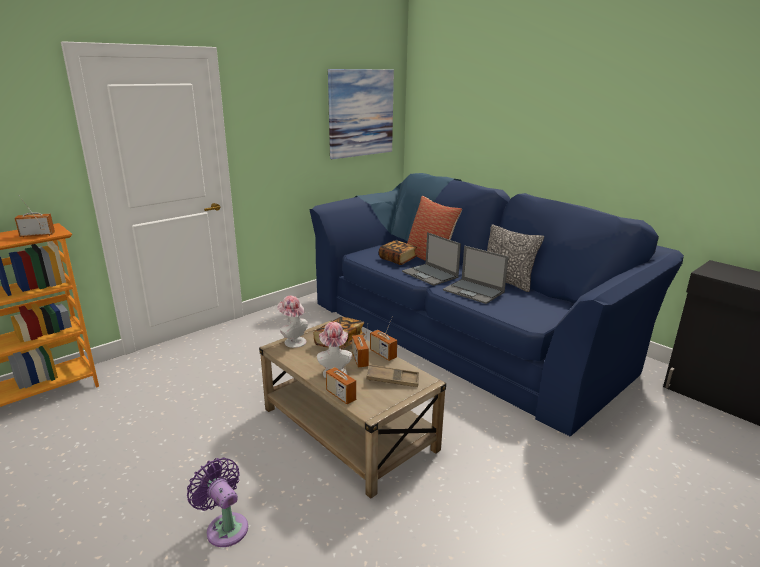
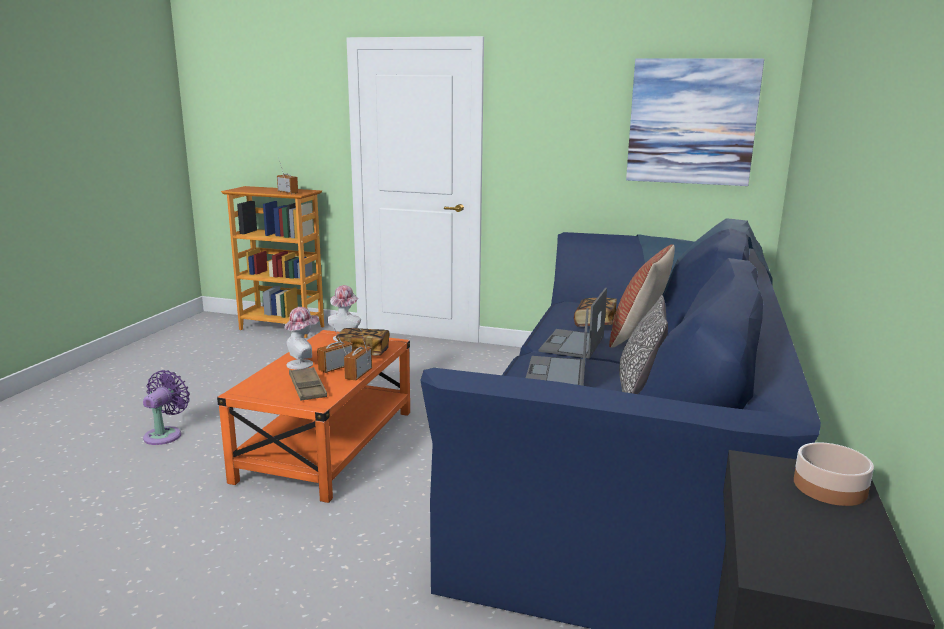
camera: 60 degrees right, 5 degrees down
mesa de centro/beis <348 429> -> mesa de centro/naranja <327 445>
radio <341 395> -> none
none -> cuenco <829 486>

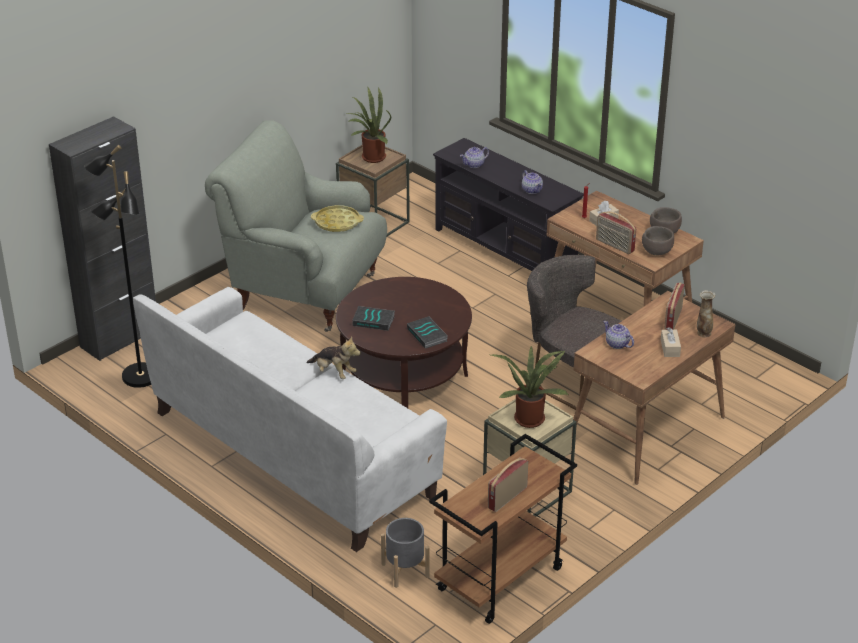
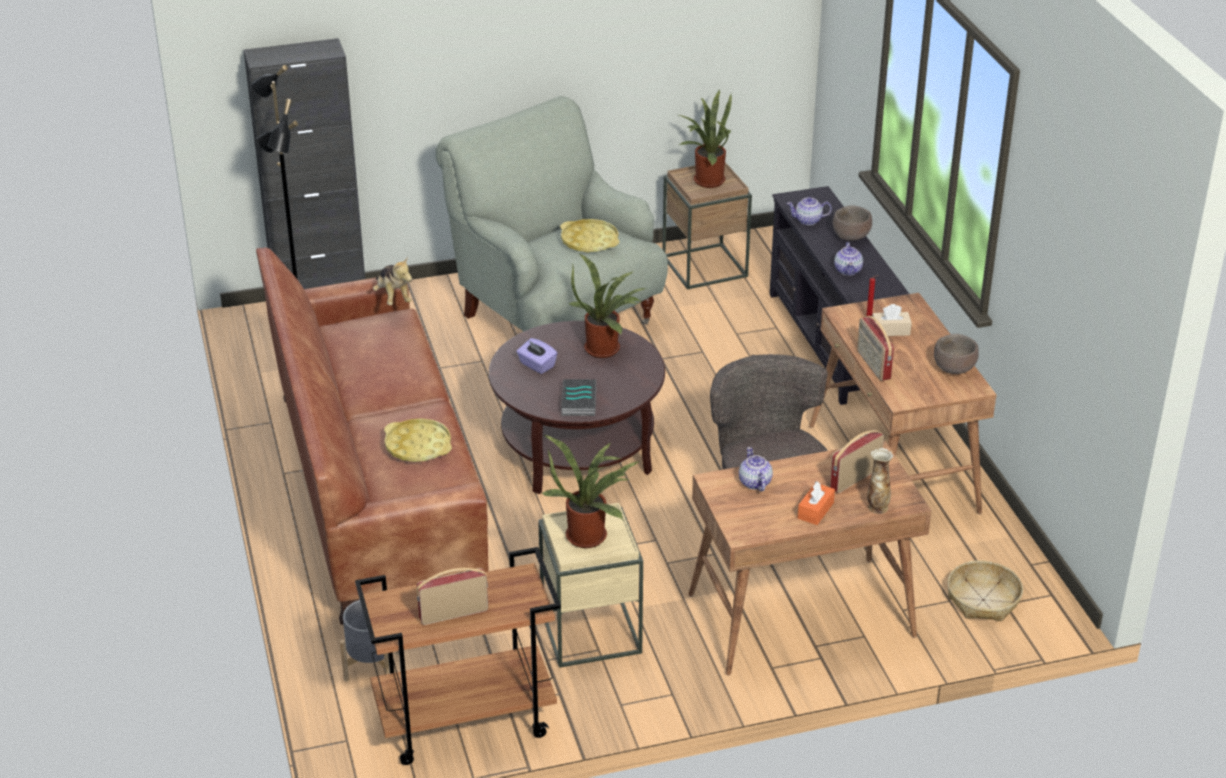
camera: 30 degrees right, 0 degrees up
sofá/blanco <292 453> -> sofá/marrón <376 491>
peluche <334 372> -> peluche <393 297>, move
libro <374 321> -> caja de pañuelos/morado <537 365>
cuenco/marrón <657 251> -> cuenco/marrón <851 237>, move
caja de pañuelos/beis <670 348> -> caja de pañuelos/naranja <815 510>
none -> bandeja/amarillo <418 446>
none -> planta en maceta <605 348>
none -> cesta <983 600>

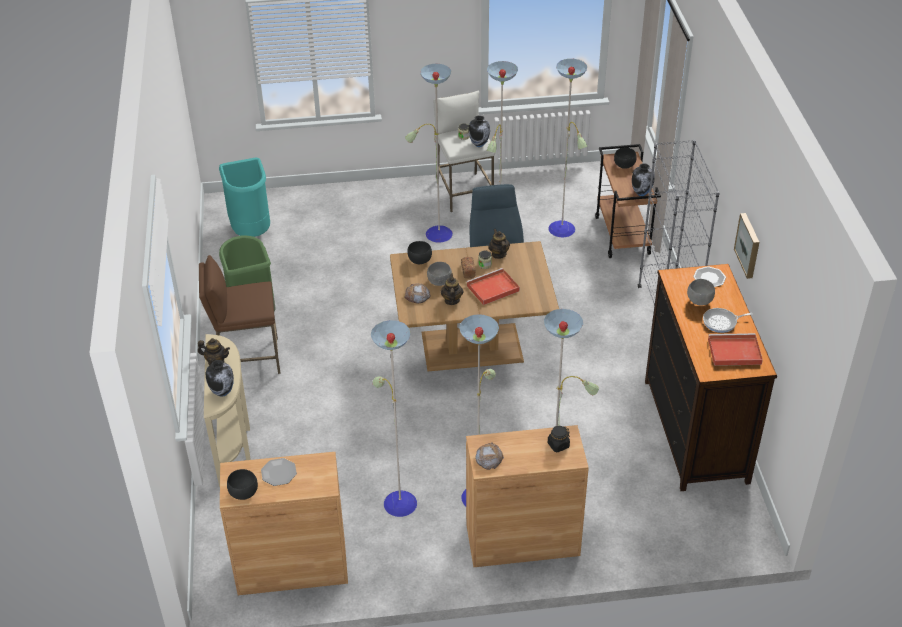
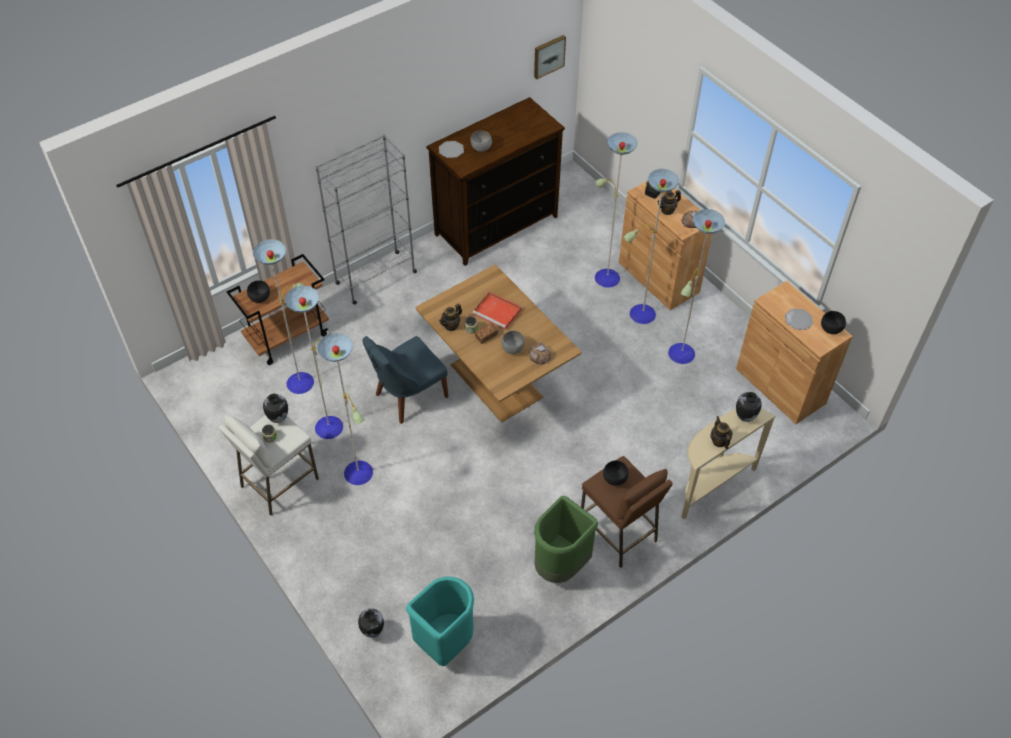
camera: 120 degrees left, 10 degrees up
cuenco/negro <419 260> -> cuenco/negro <615 479>, move
tetera <451 300> -> tetera <667 210>, move
florero <641 193> -> florero <372 631>, move
sartén <721 322> -> none
bandeja/rojo <733 352> -> none
cuadro <749 245> -> cuadro <548 56>, move

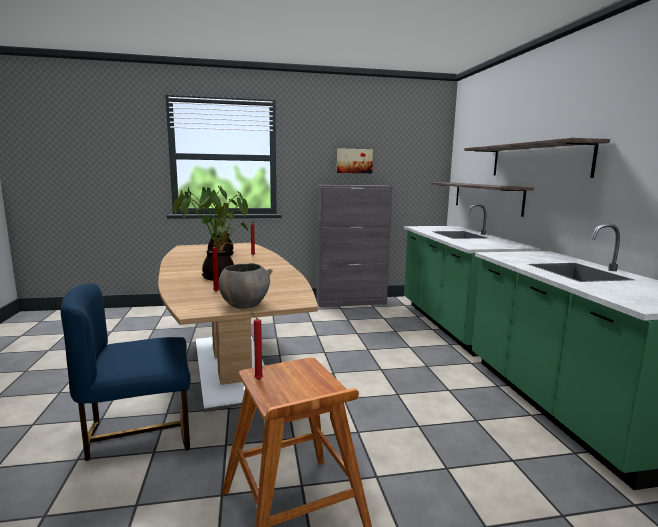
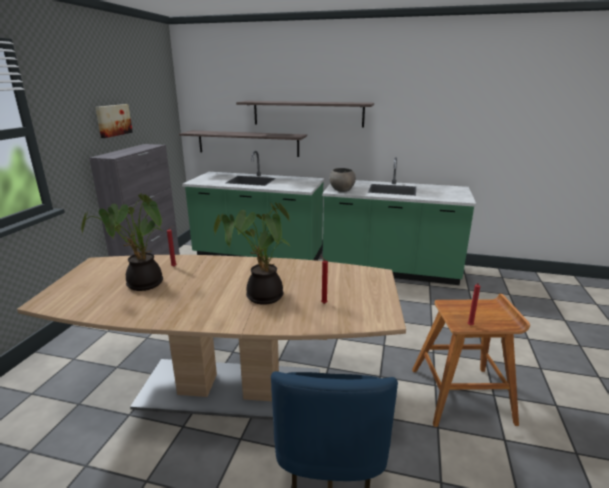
camera: 65 degrees left, 10 degrees up
cuenco/gris <245 304> -> cuenco/gris <341 190>, move

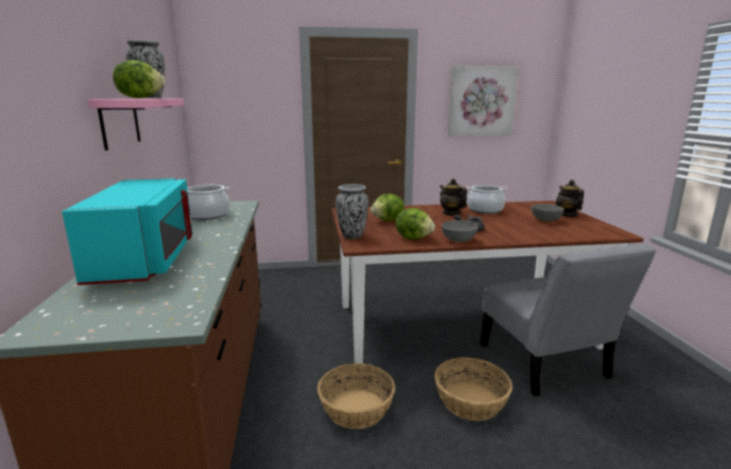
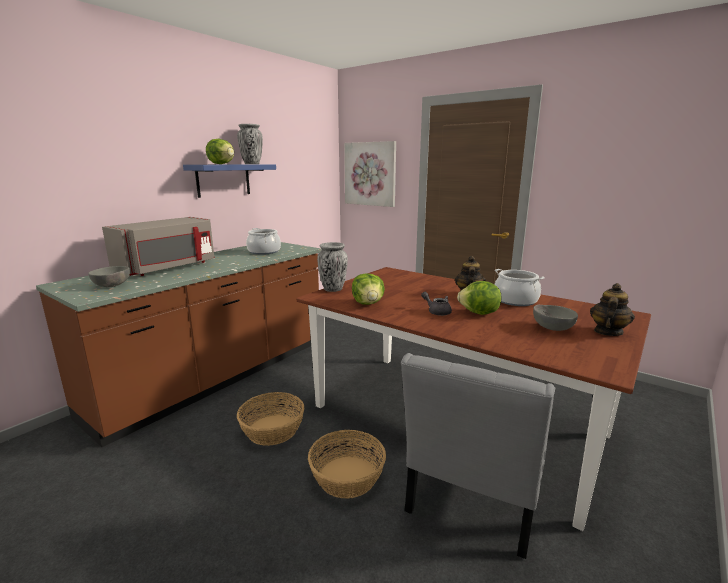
camera: 45 degrees right, 0 degrees up
microondas/turquesa <147 260> -> microondas/gris <168 267>
estante/rosa <120 122> -> estante/azul <223 180>
lechuga <388 221> -> lechuga <479 313>, move
cuenco/gris <459 241> -> cuenco/gris <112 286>, move
cuadro <481 101> -> cuadro <370 174>, move

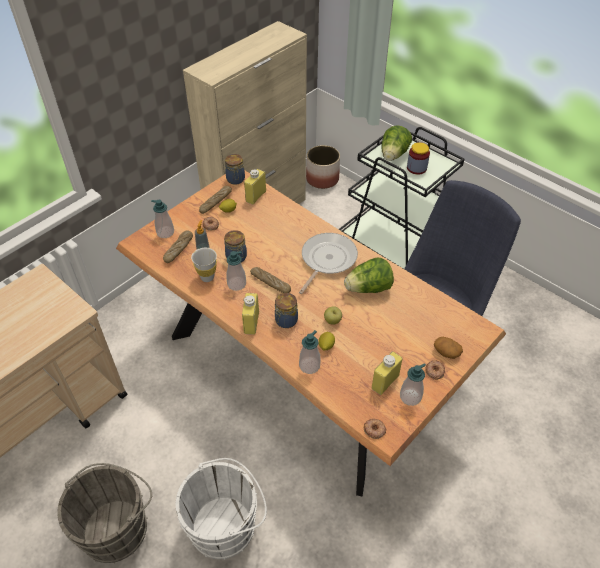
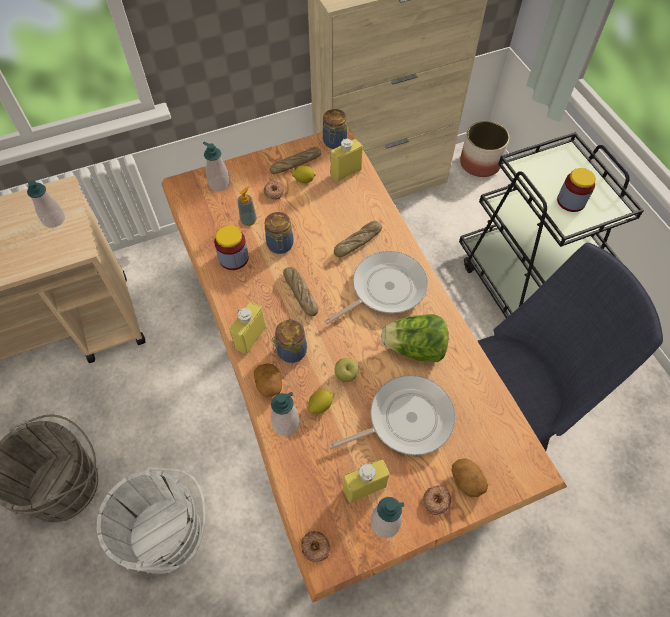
camera: 25 degrees right, 10 degrees up
pan <178 249> -> pan <358 242>, move
taza/blanco <207 277> -> tarro <234 258>
dispensador de jabón <236 284> -> dispensador de jabón <54 219>, move
lechuga <393 155> -> none
none -> patata <269 384>
none -> sartén <405 419>

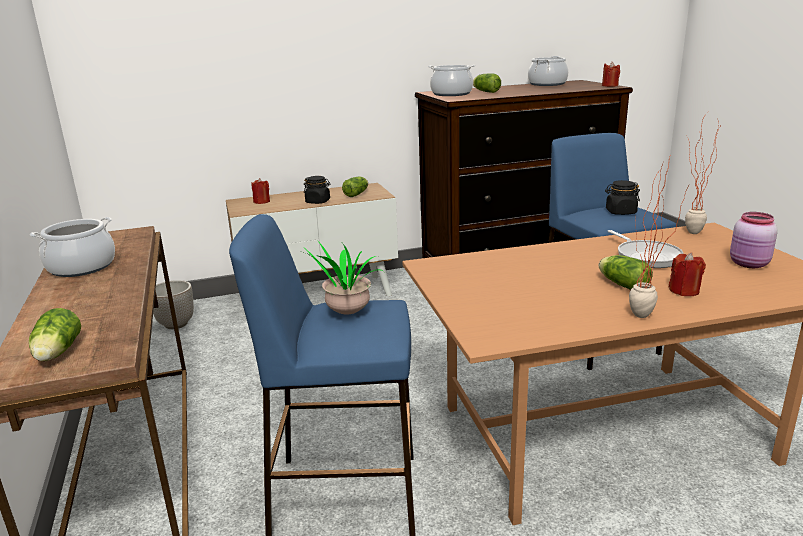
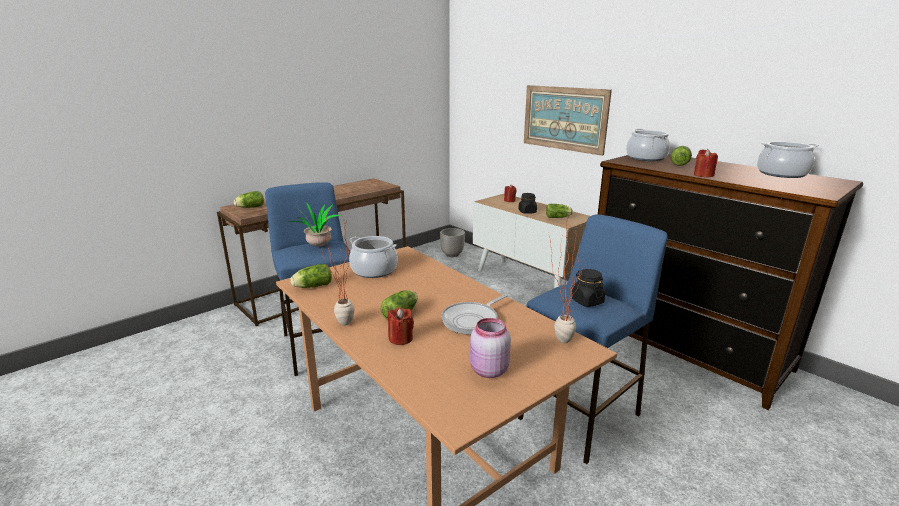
camera: 65 degrees right, 0 degrees up
olla <81 267> -> olla <374 270>, move
vela/rojo <610 85> -> vela/rojo <703 175>, move
none -> lechuga <312 286>
none -> cuadro <564 118>

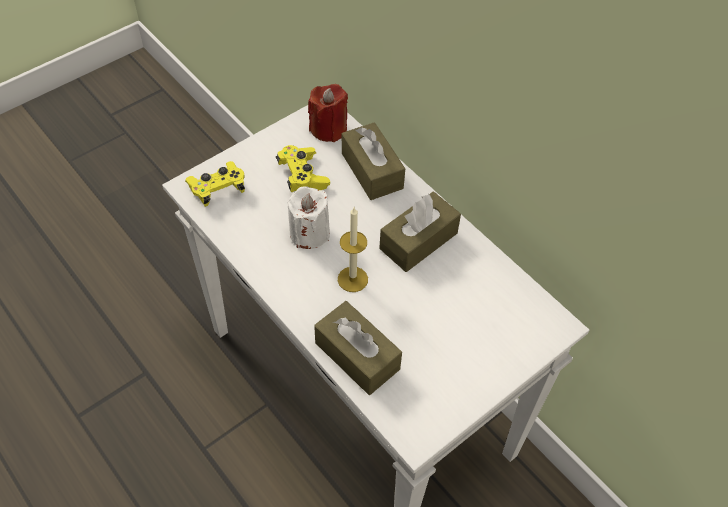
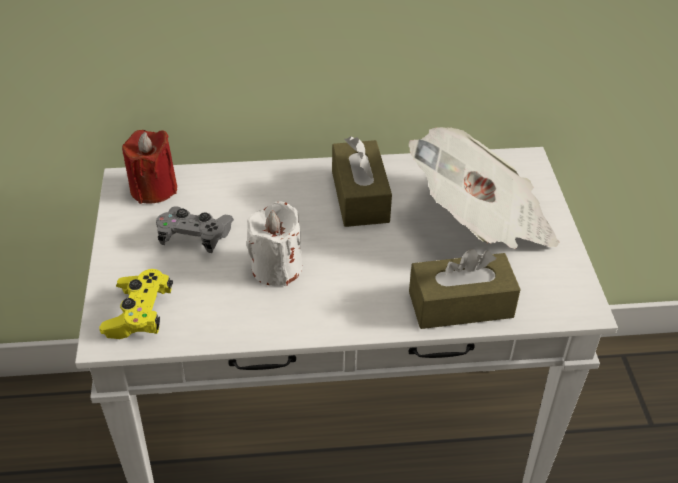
camera: 55 degrees left, 10 degrees down
mando de consola/amarillo <302 176> -> mando de consola/gris <195 237>
vela <352 279> -> none
caja de pañuelos/marrón <372 171> -> none
none -> periódico <481 221>

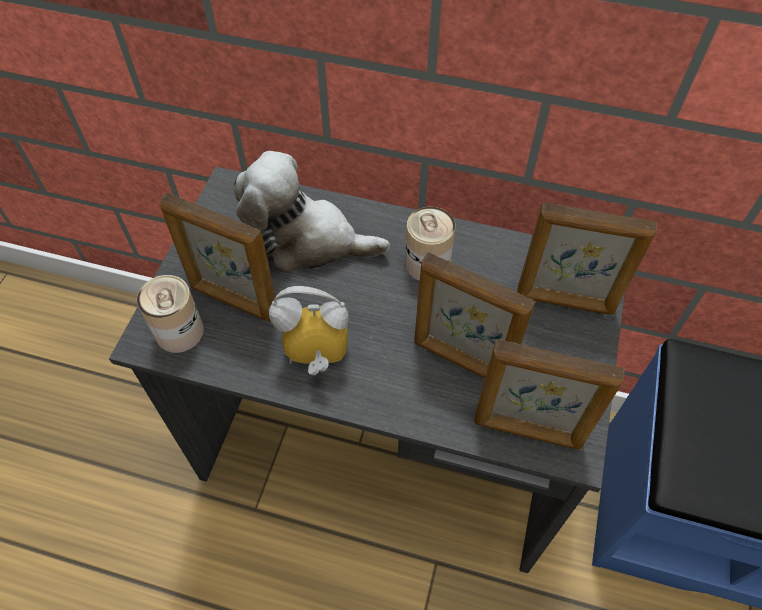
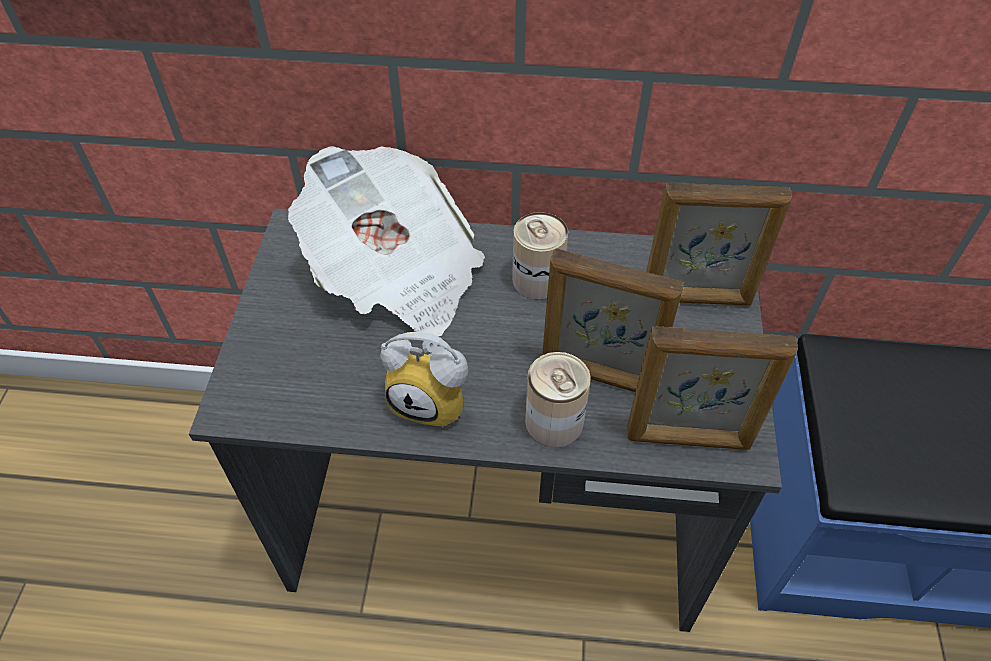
camera: 10 degrees left, 5 degrees down
lata <179 331> -> lata <554 421>, move
portarretratos <233 300> -> none
peluche <306 240> -> periódico <396 273>
despertador <314 360> -> despertador <433 400>, 150 degrees counterclockwise

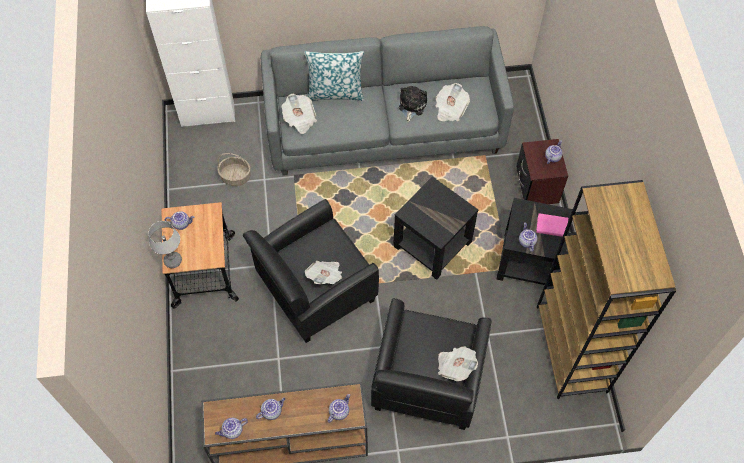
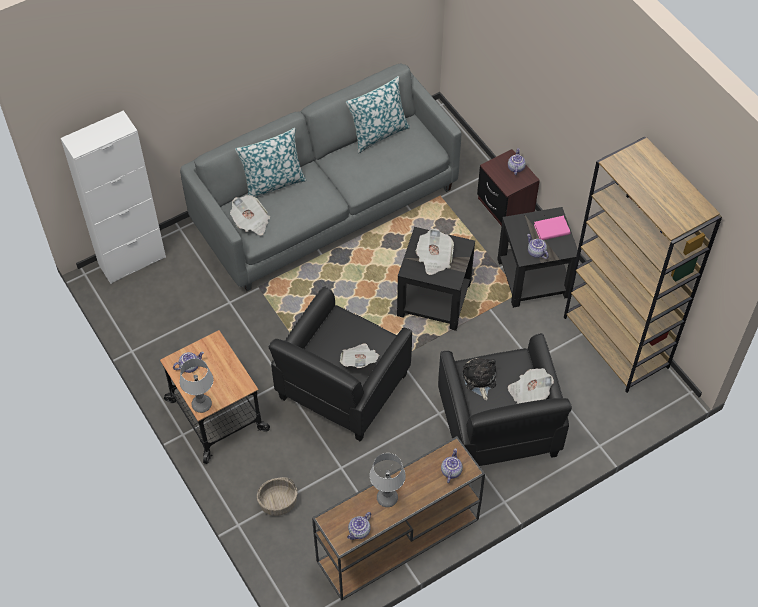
camera: 25 degrees left, 5 degrees down
cesta <235 177> -> cesta <278 503>, move
tetera <272 411> -> lámpara de mesa <387 498>
peluche <411 106> -> peluche <479 380>, move
periódico <450 109> -> periódico <434 258>, move
none -> cojín <378 133>

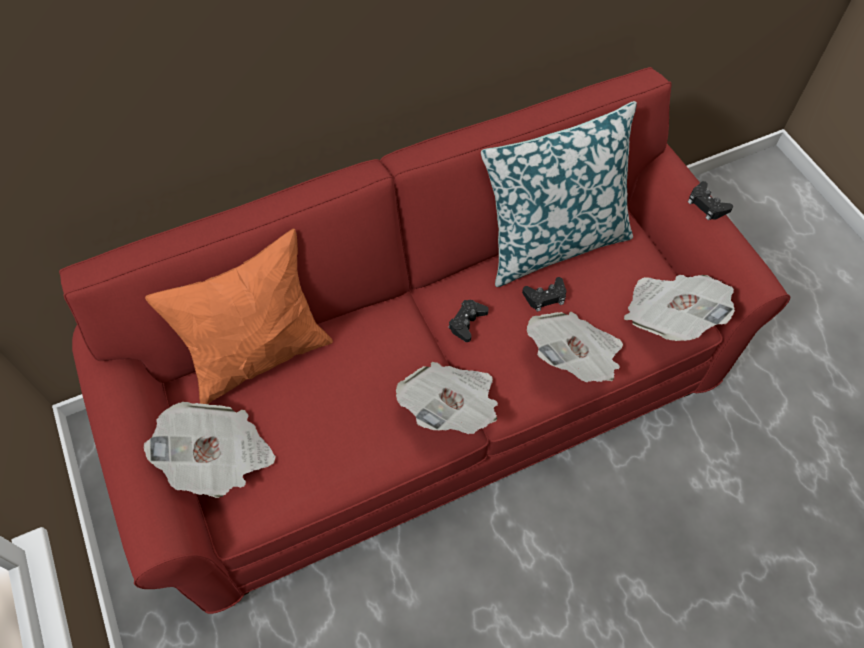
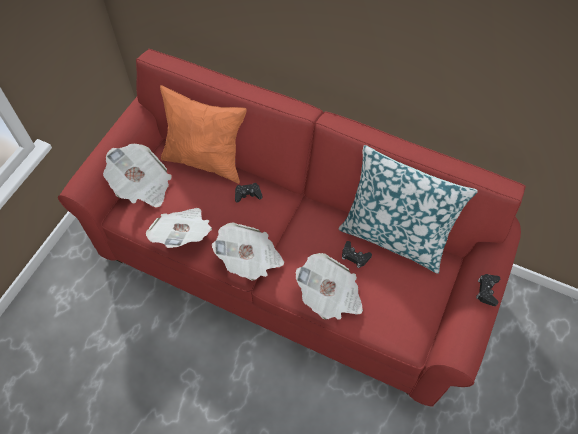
camera: 50 degrees right, 0 degrees up
mando de consola/negro <467 322> -> mando de consola/negro <248 194>, move
periódico <669 316> -> periódico <183 235>, move

